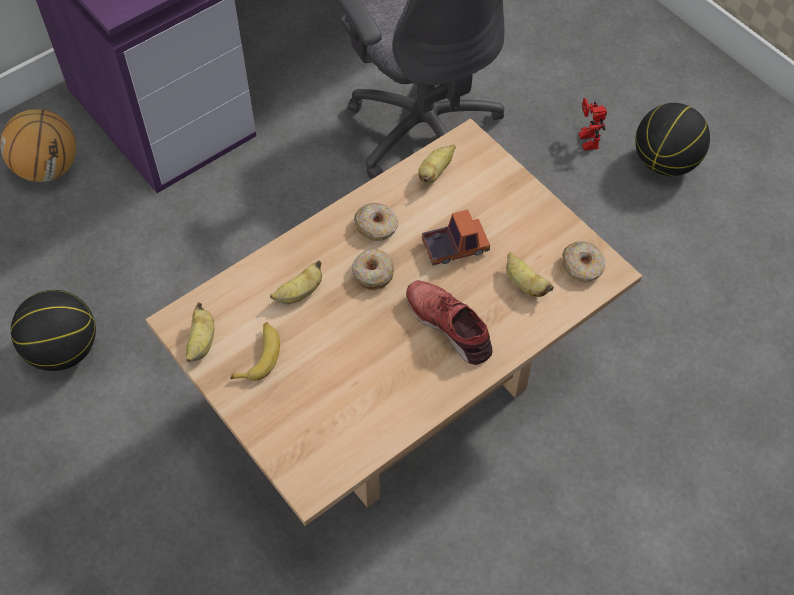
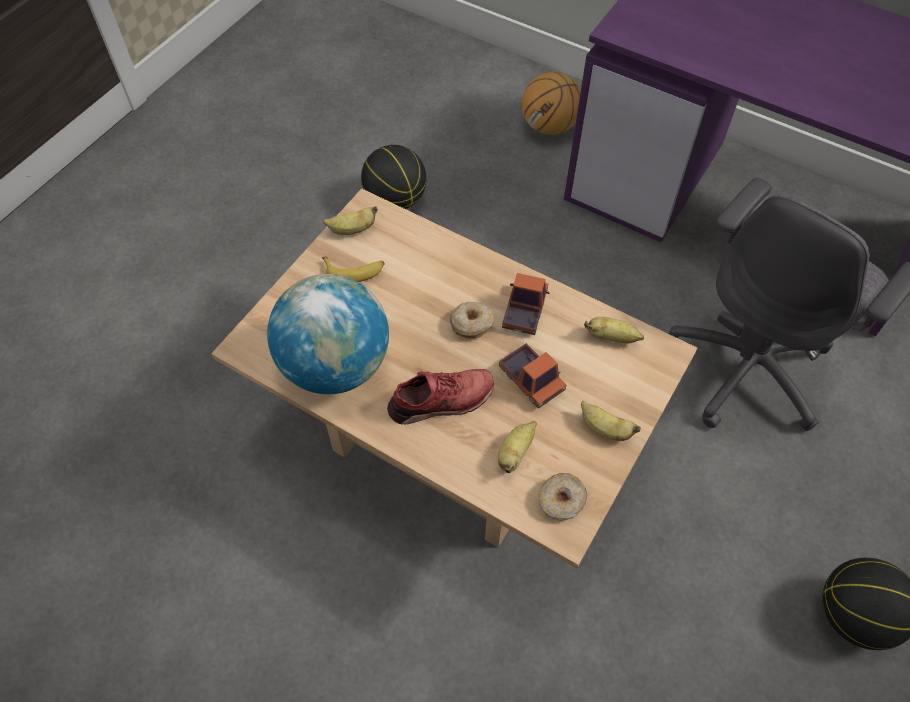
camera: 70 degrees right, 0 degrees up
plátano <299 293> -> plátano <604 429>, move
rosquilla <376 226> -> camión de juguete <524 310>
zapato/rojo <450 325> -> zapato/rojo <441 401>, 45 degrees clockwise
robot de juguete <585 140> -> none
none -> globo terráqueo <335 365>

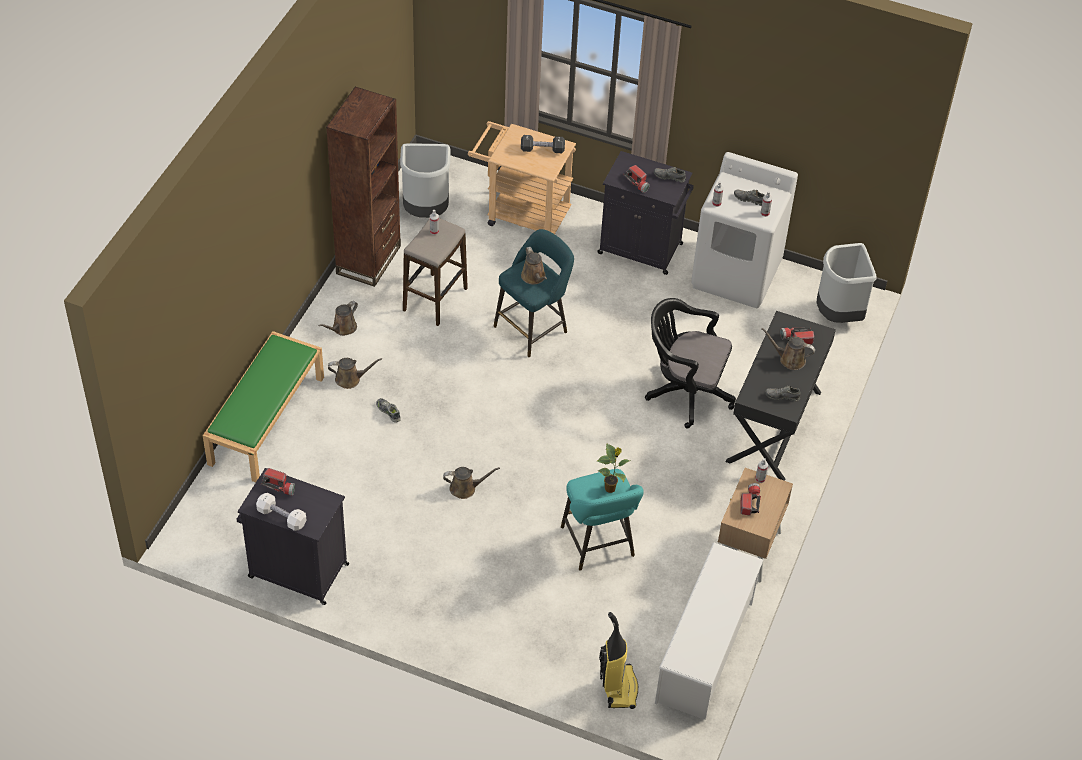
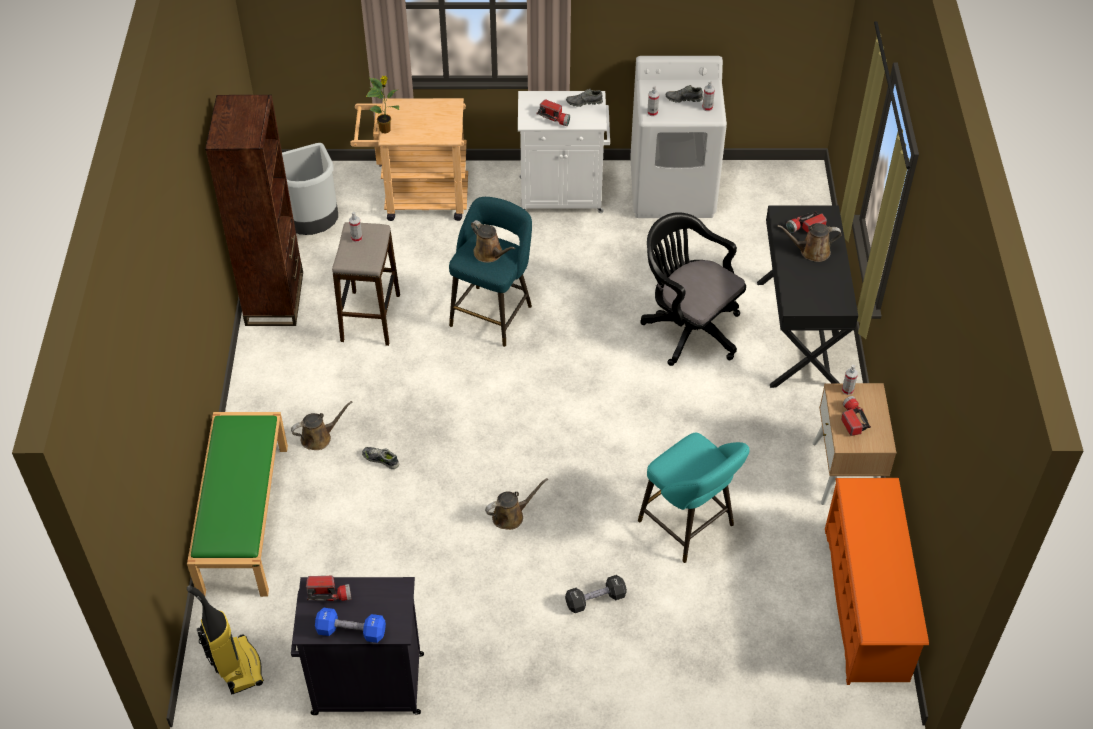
camera: 20 degrees left, 0 degrees up
mancuerna/blanco <281 517> -> mancuerna/azul <351 631>
regadera/marrón <342 328> -> none
mancuerna/negro <542 150> -> mancuerna/negro <595 599>, move
armario/negro <642 249> -> armario/blanco <563 195>
planta en maceta <611 488> -> planta en maceta <386 129>, move
aspiradora <618 687> -> aspiradora <237 666>, move
silla de oficina/negro <685 392> -> silla de oficina/negro <688 328>, 45 degrees clockwise
zapatero/blanco <705 652> -> zapatero/naranja <866 604>
zapato/gris <782 396> -> none
papelera/gris <838 314> -> none

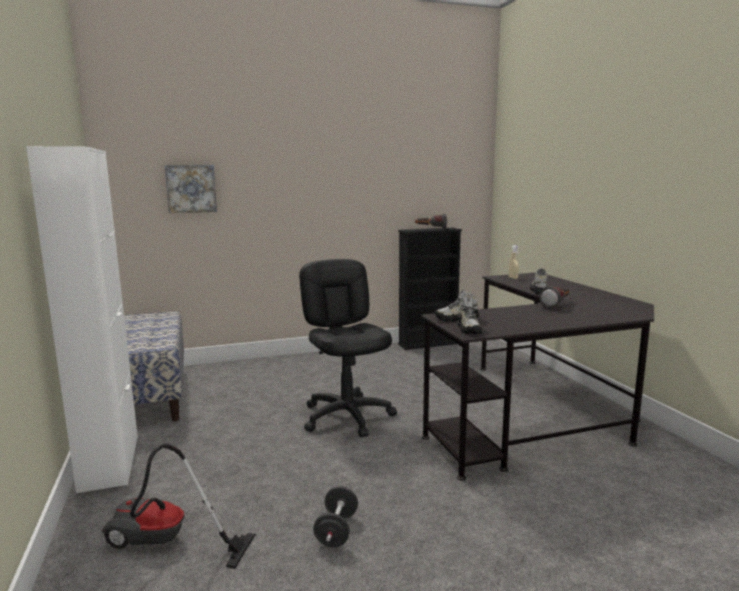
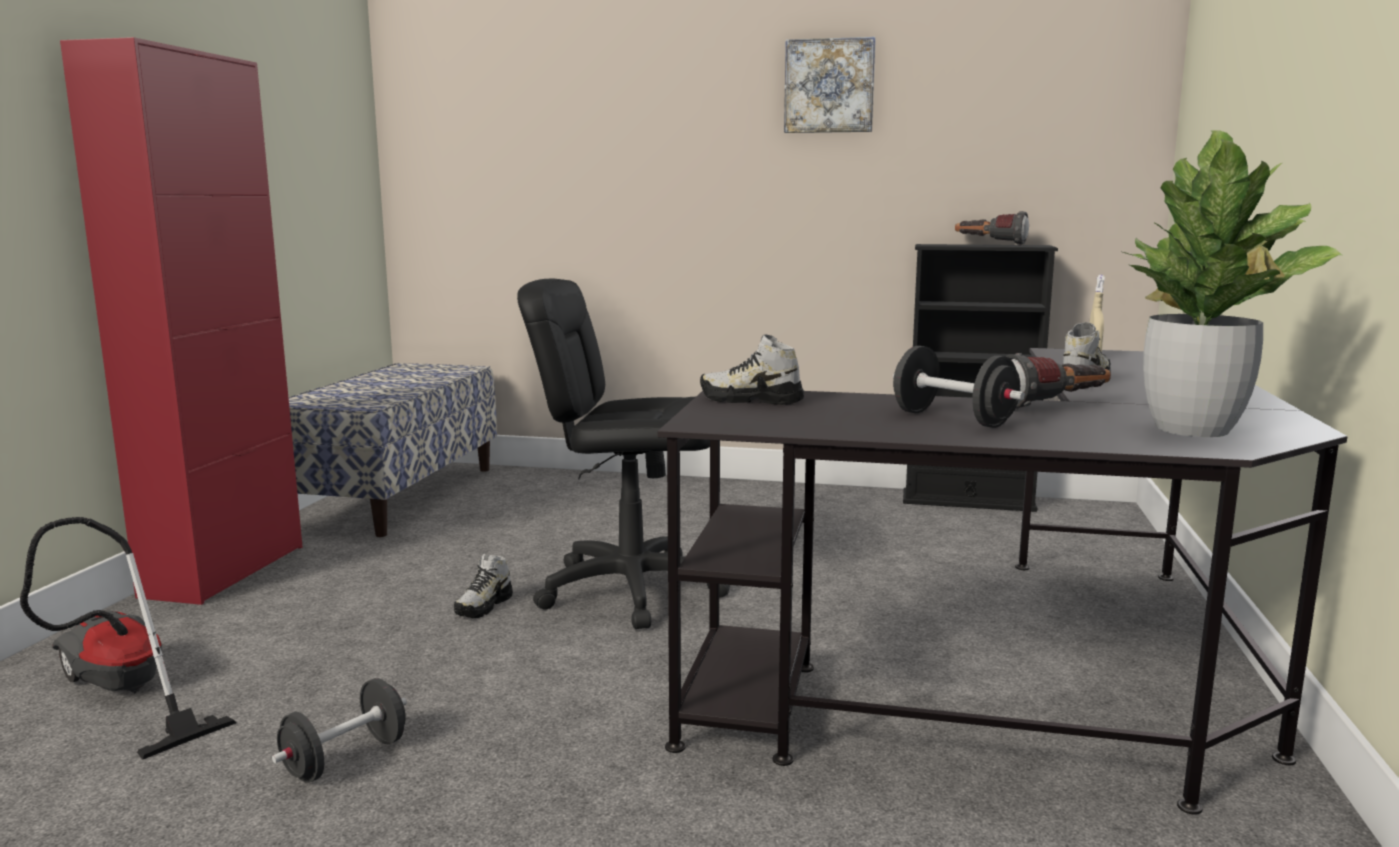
camera: 30 degrees right, 0 degrees up
armario/blanco <109 462> -> armario/rojo <224 571>
cuadro <191 188> -> cuadro <829 86>, move
silla de oficina/negro <347 416> -> silla de oficina/negro <630 590>, 90 degrees counterclockwise
zapato <469 329> -> zapato <484 606>, move
none -> mancuerna/negro <953 419>
none -> planta en maceta <1193 430>

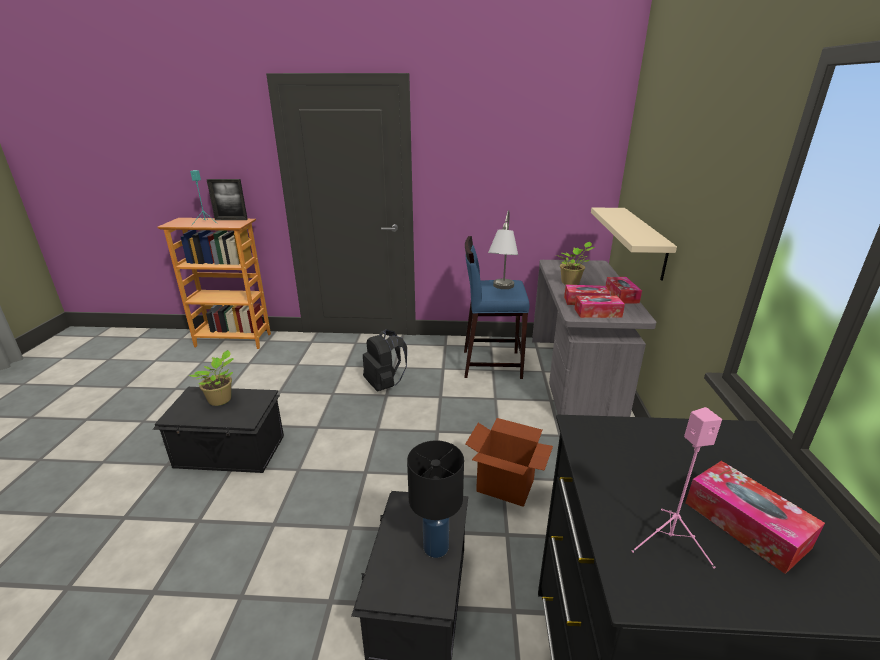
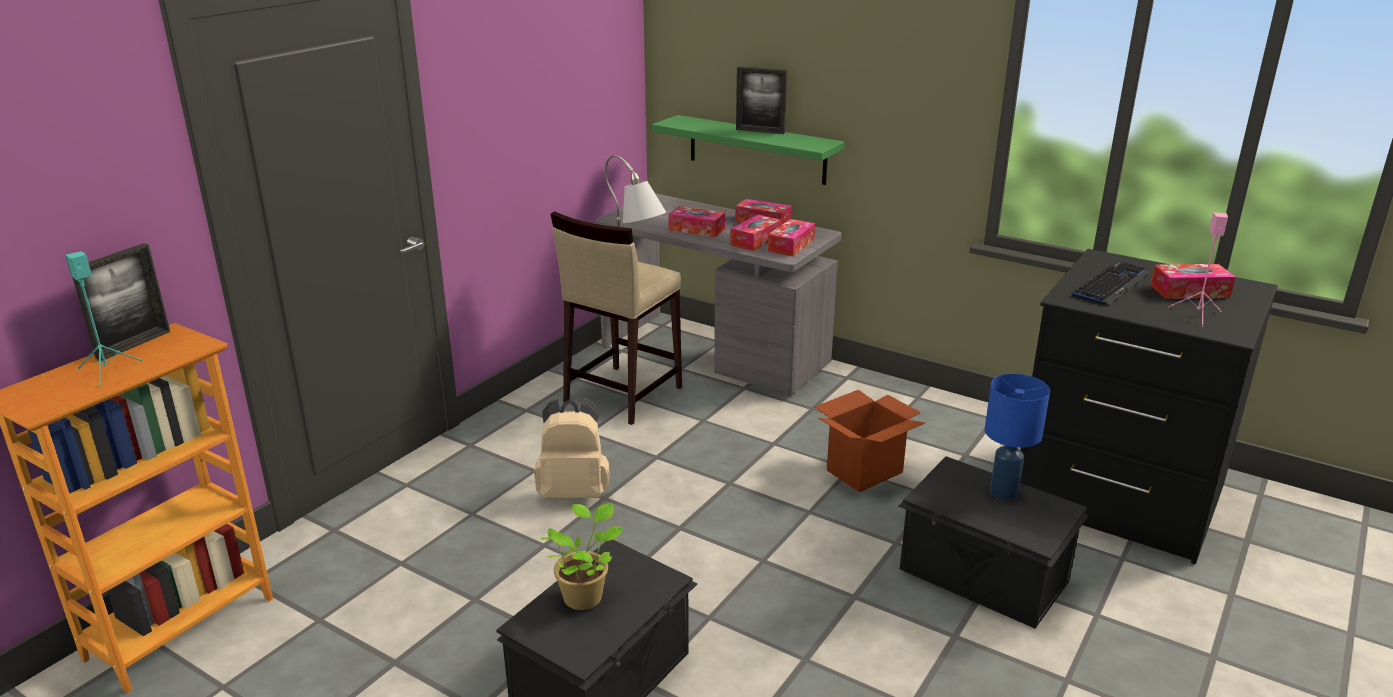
camera: 60 degrees left, 0 degrees up
mochila/negro <384 385> -> mochila/beis <574 492>
lámpara de mesa/negro <436 547> -> lámpara de mesa/azul <1004 493>
taburete/azul <491 364> -> taburete/beis <621 394>
planta en maceta <571 283> -> caja de pañuelos <696 229>
estante/beis <644 242> -> estante/verde <757 149>
none -> portarretratos <760 131>
none -> teclado <1111 284>

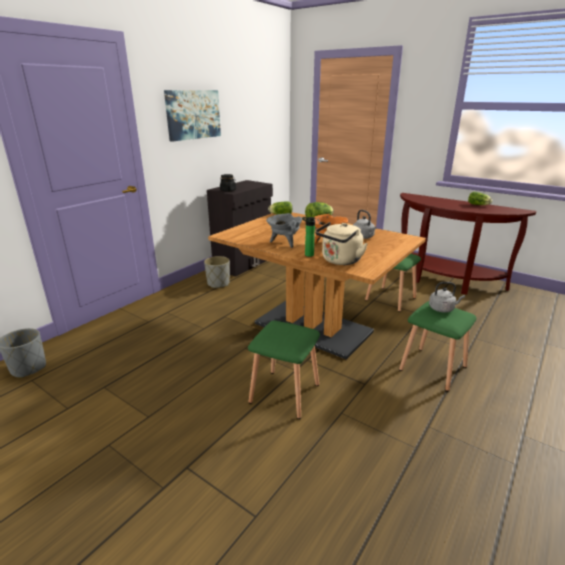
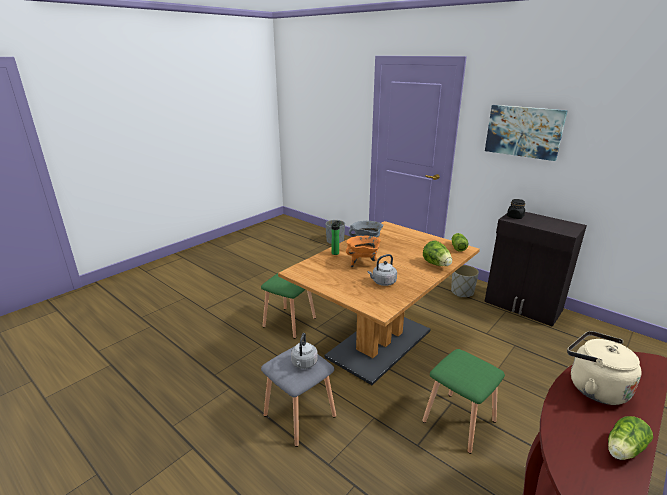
camera: 95 degrees right, 0 degrees up
hervidor/beis <340 261> -> hervidor/beis <593 387>, move
taburete/verde <433 369> -> taburete/gris <298 415>

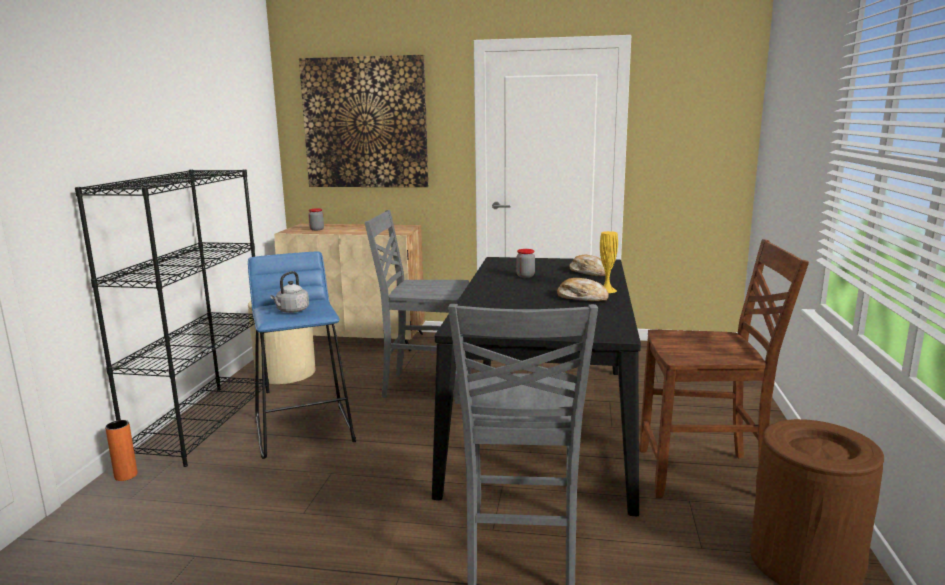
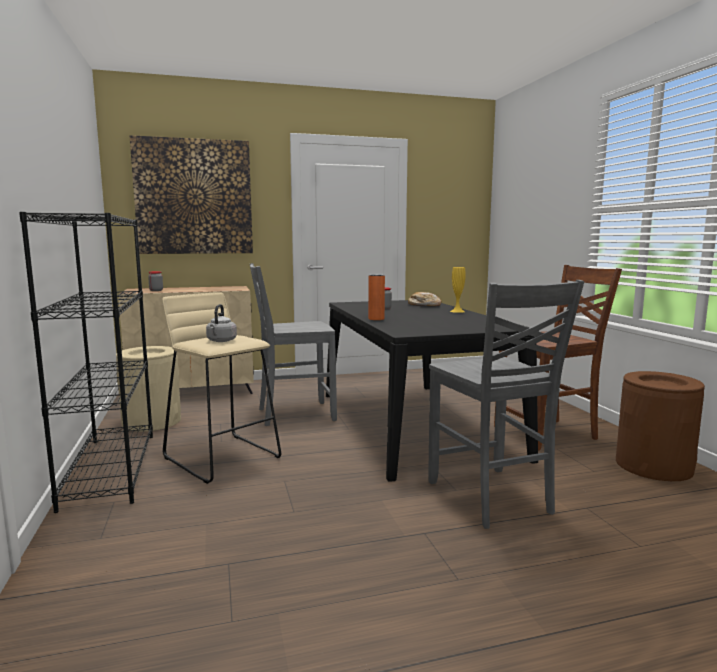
camera: 25 degrees left, 5 degrees down
florero/naranja <126 475> -> florero/naranja <376 319>, move
taburete/azul <305 430> -> taburete/beis <223 457>
pan <581 298> -> none

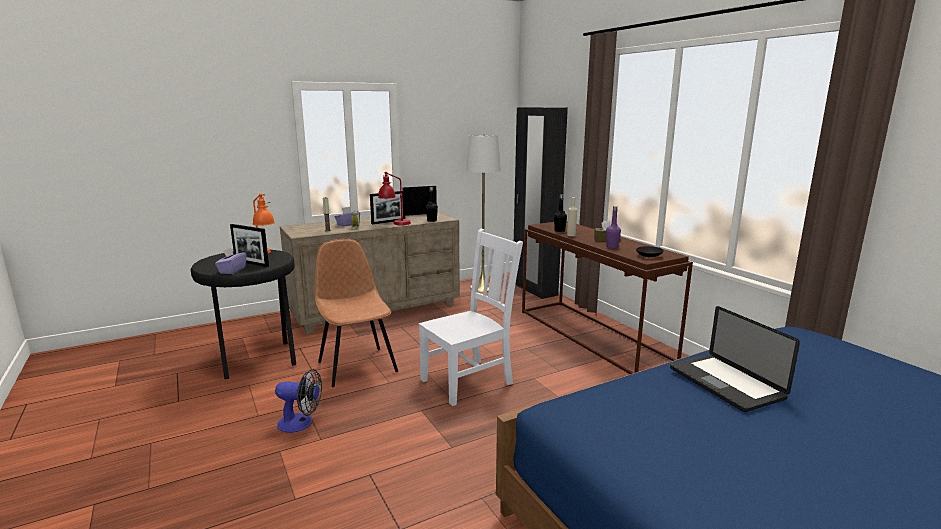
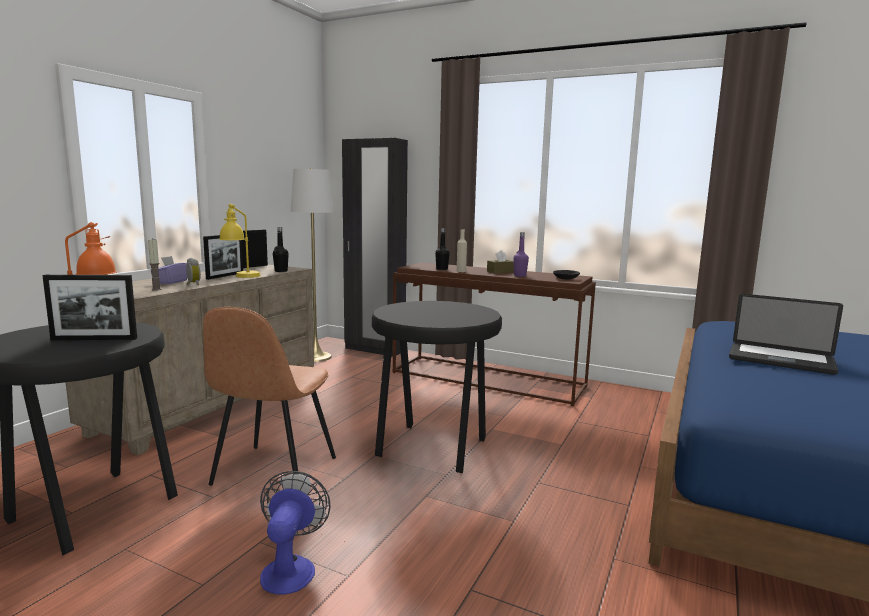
camera: 35 degrees left, 5 degrees down
caja de pañuelos/morado <232 270> -> none
ventilador <301 423> -> ventilador <290 568>, 60 degrees counterclockwise
silla/marrón <357 366> -> silla/marrón <273 472>, 105 degrees counterclockwise
lámpara de mesa/rojo <395 224> -> lámpara de mesa/amarillo <241 277>
silla/blanco <469 381> -> taburete/negro <434 449>

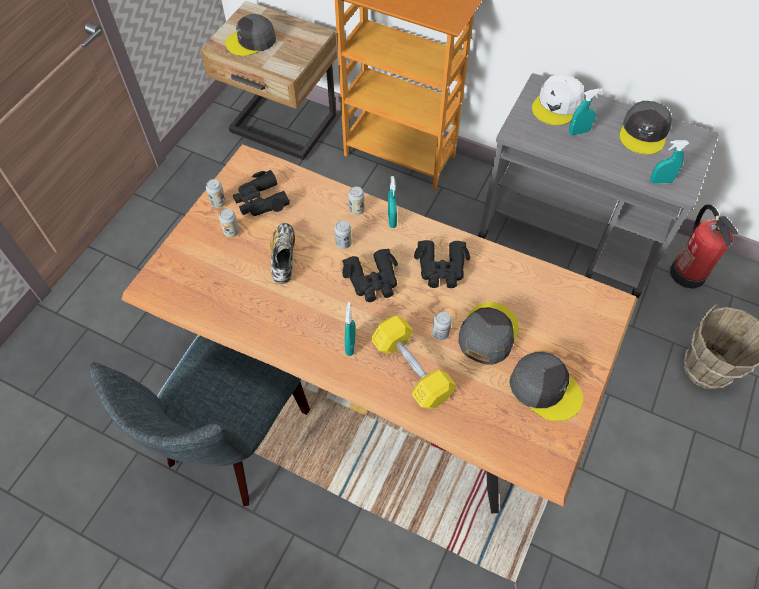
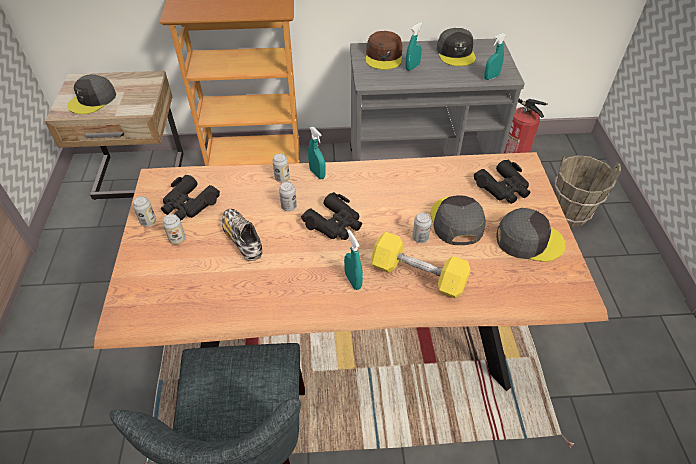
camera: 30 degrees left, 10 degrees down
prismáticos/negro <441 268> -> prismáticos/negro <503 188>, move
gorra/blanco <557 105> -> gorra/marrón <384 56>

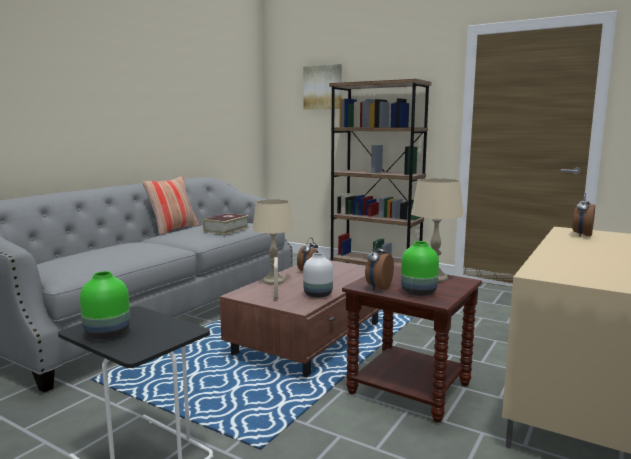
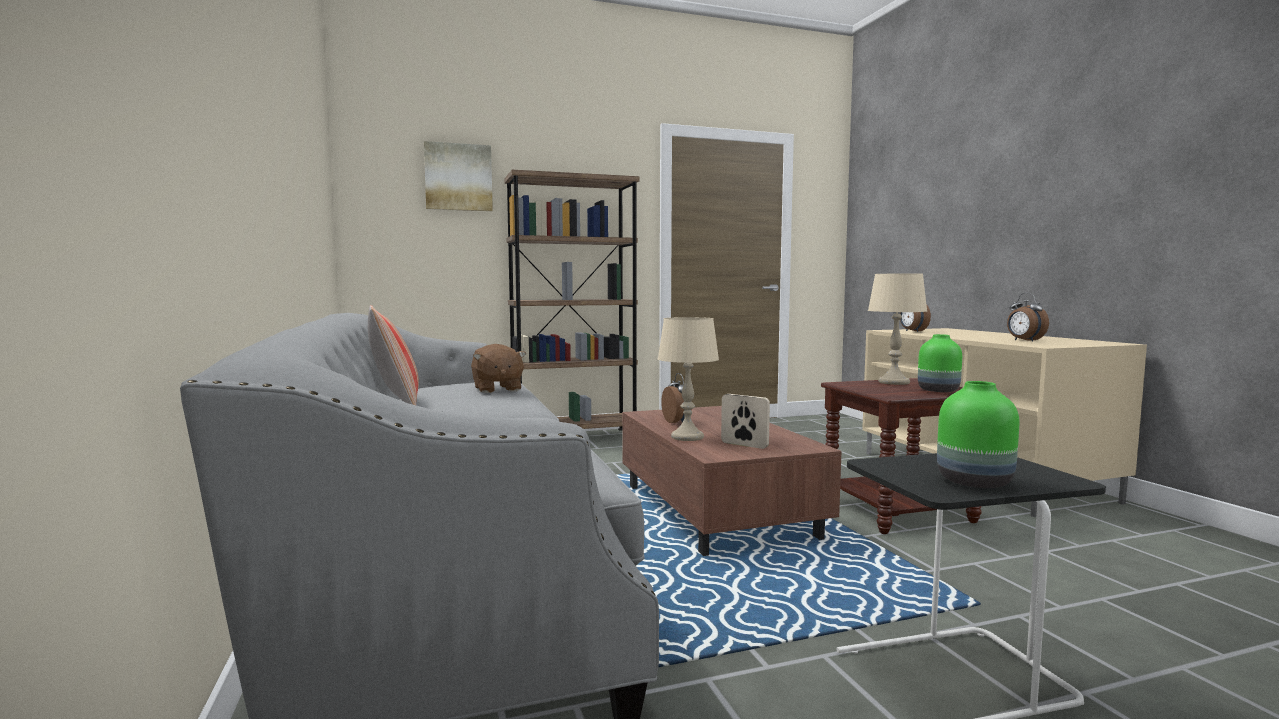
camera: 50 degrees left, 5 degrees down
libro <226 229> -> peluche/marrón <497 389>
florero/blanco <317 294> -> none
despertador <378 288> -> despertador <1024 340>, move

